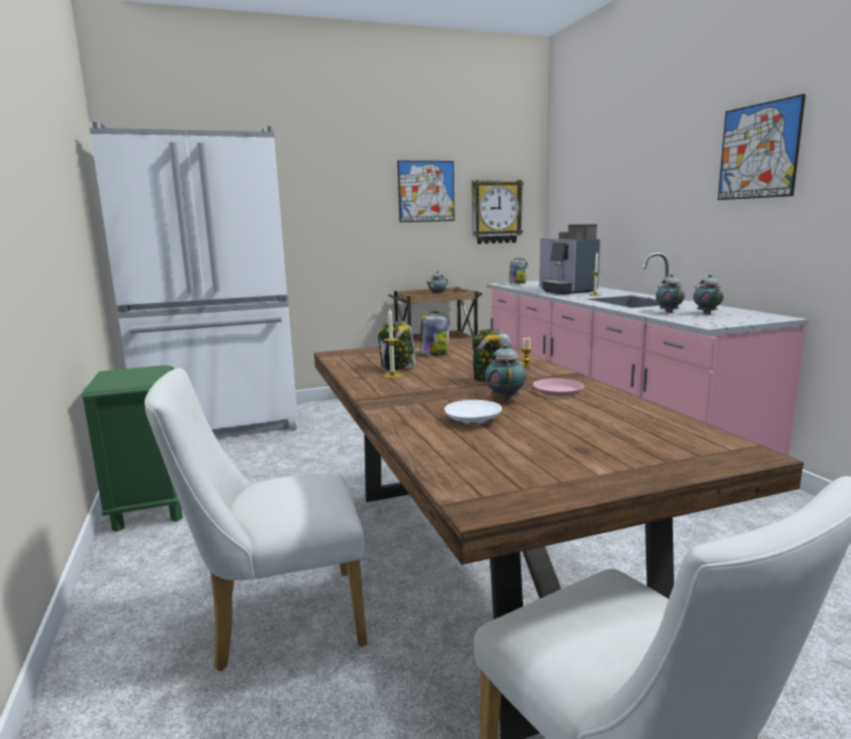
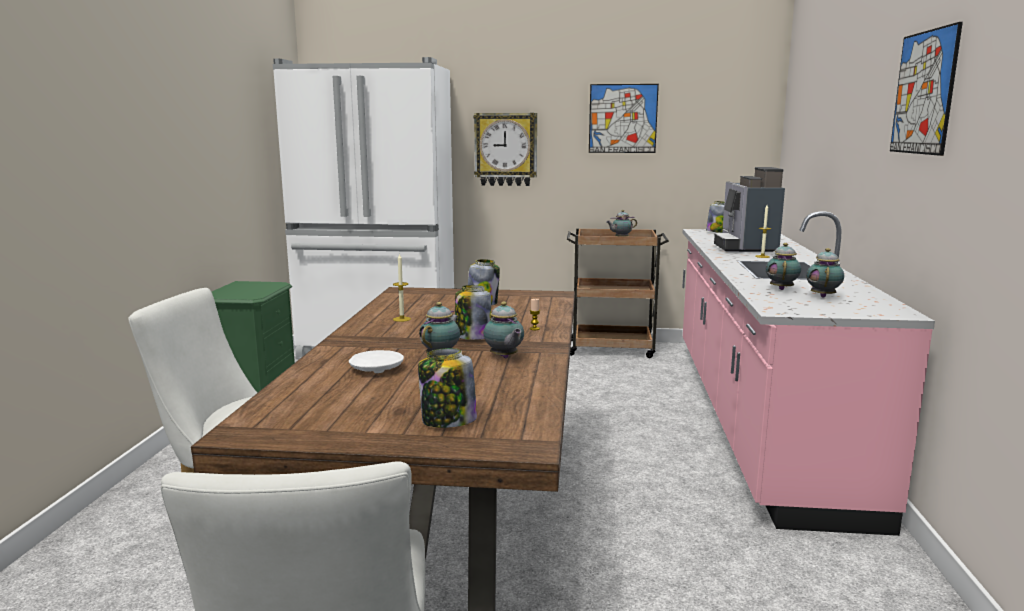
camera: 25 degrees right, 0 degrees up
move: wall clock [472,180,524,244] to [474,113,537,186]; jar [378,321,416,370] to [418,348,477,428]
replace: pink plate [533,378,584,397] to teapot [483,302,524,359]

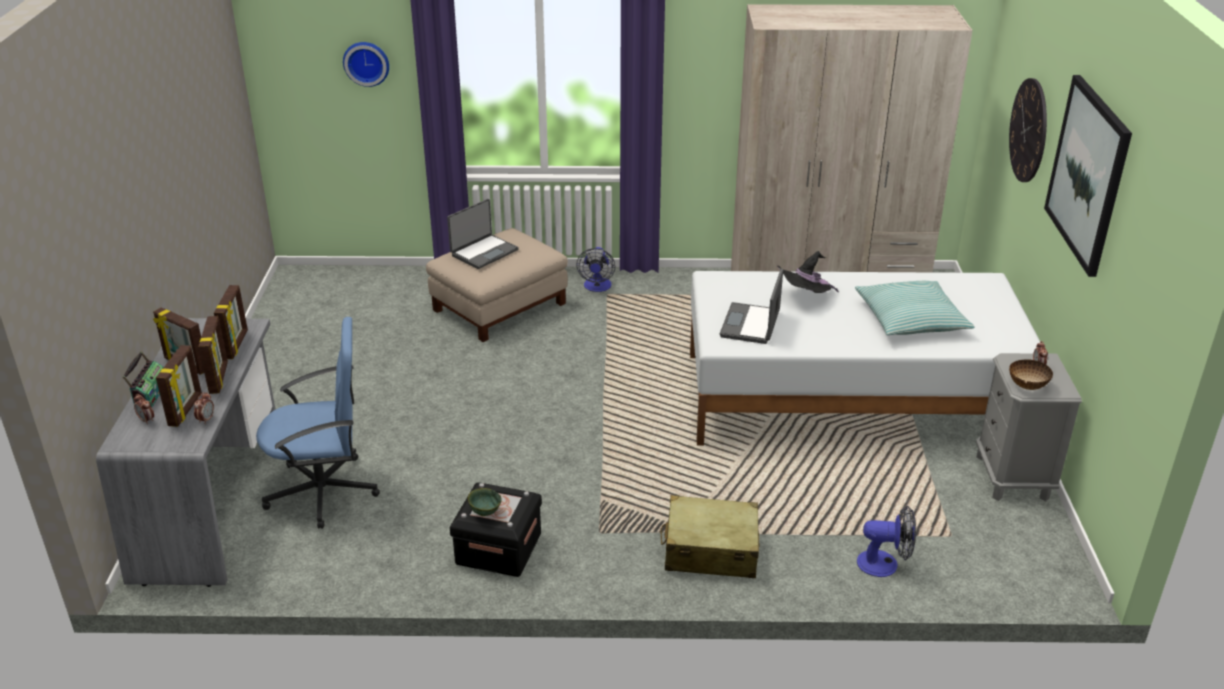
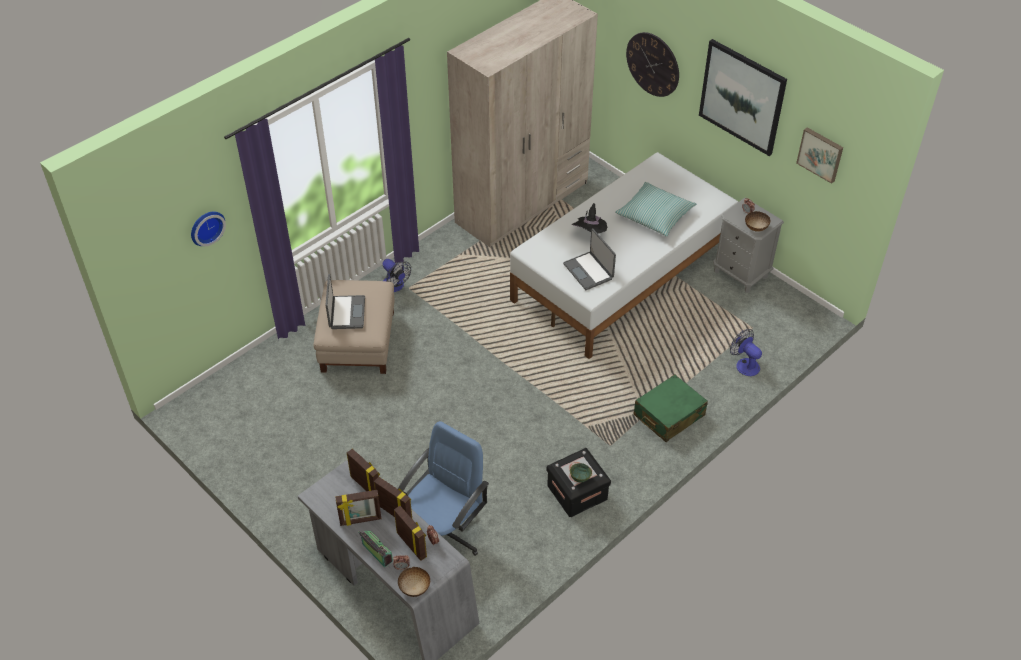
camera: 45 degrees left, 15 degrees up
insert: picture [796,127,843,184]; bowl [398,567,431,597]
recolor: beige suitcase [660,495,760,578] to green suitcase [633,374,708,442]
rotate: fan [857,506,916,577] = [730,329,762,376] 90 degrees counterclockwise

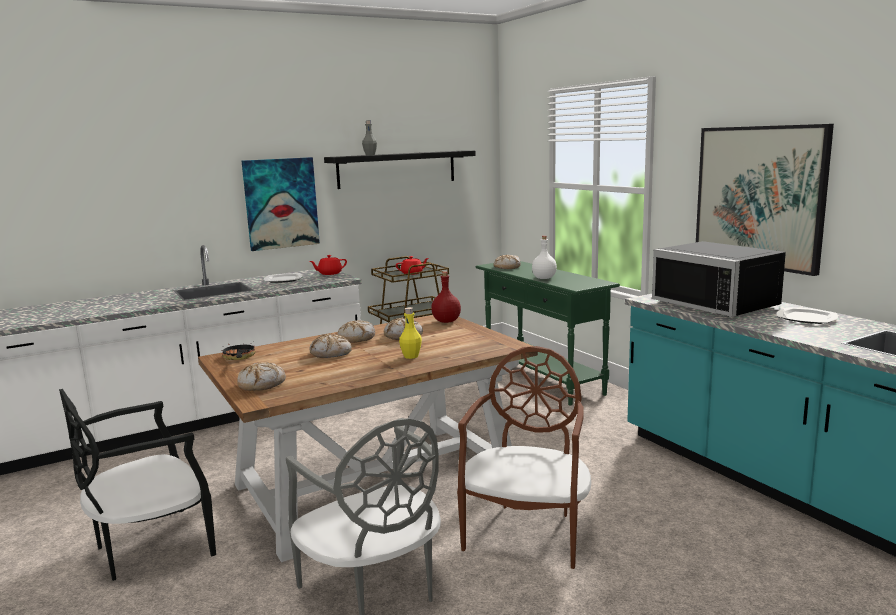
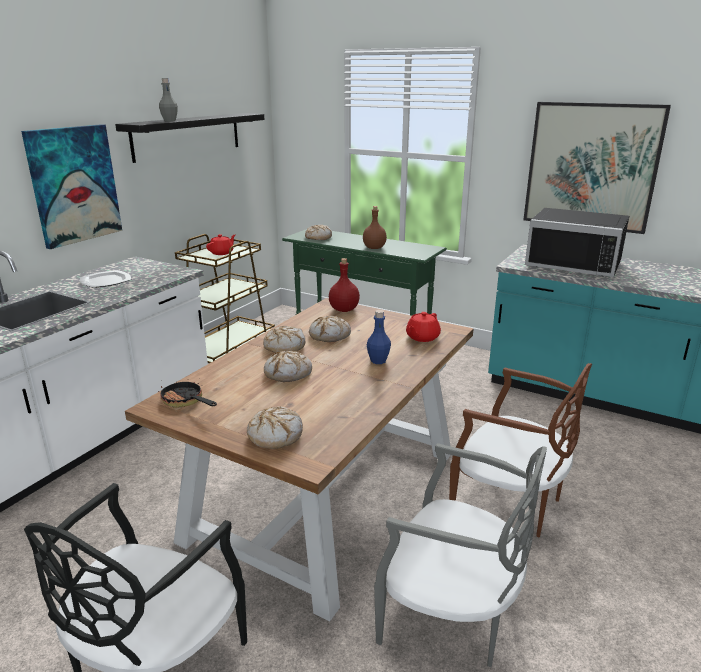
camera: 30 degrees left, 10 degrees up
delete: plate [777,307,838,324]
move: red teapot [309,255,347,275] to [406,312,441,342]
recolor: white bottle [532,236,557,279] to brown bottle [363,206,387,249]; yellow bottle [399,307,422,359] to blue bottle [367,310,391,364]
rotate: brown chair [457,346,591,569] = [449,363,592,537] 135 degrees clockwise

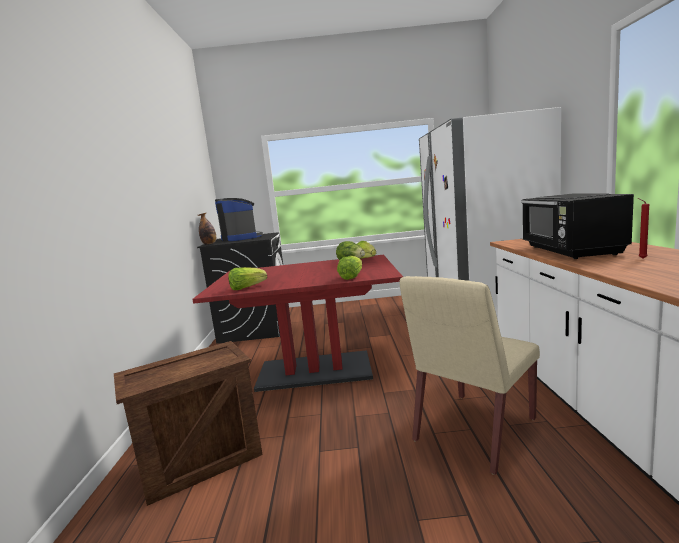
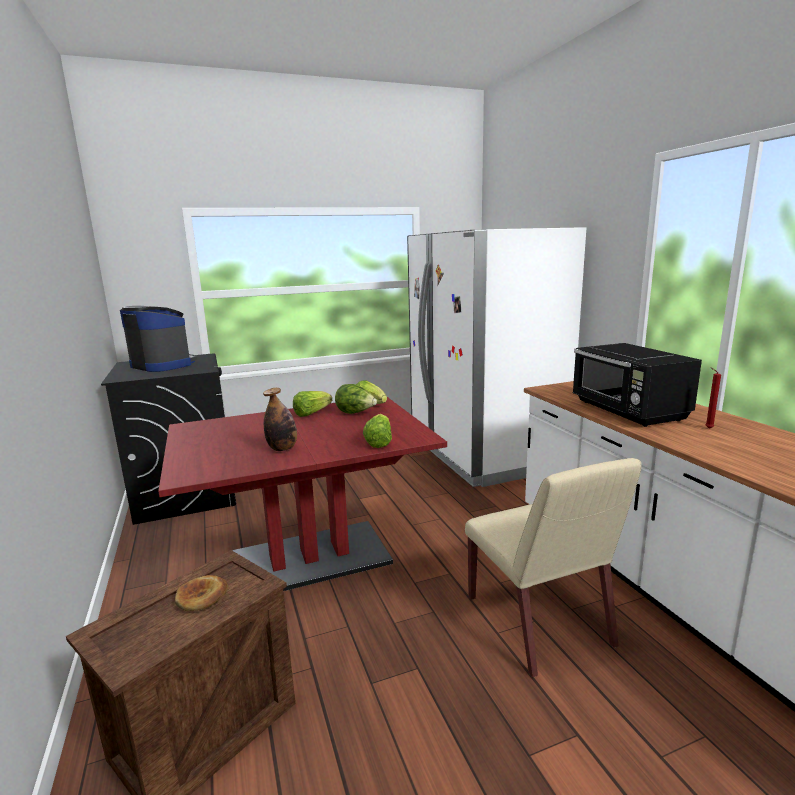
camera: 20 degrees left, 5 degrees up
insert: bread [175,575,228,611]
move: bottle [198,213,216,245] to [263,388,297,451]; lettuce [228,267,267,290] to [293,391,332,417]
rotate: beige chair [399,276,540,475] = [465,458,642,677] 45 degrees counterclockwise

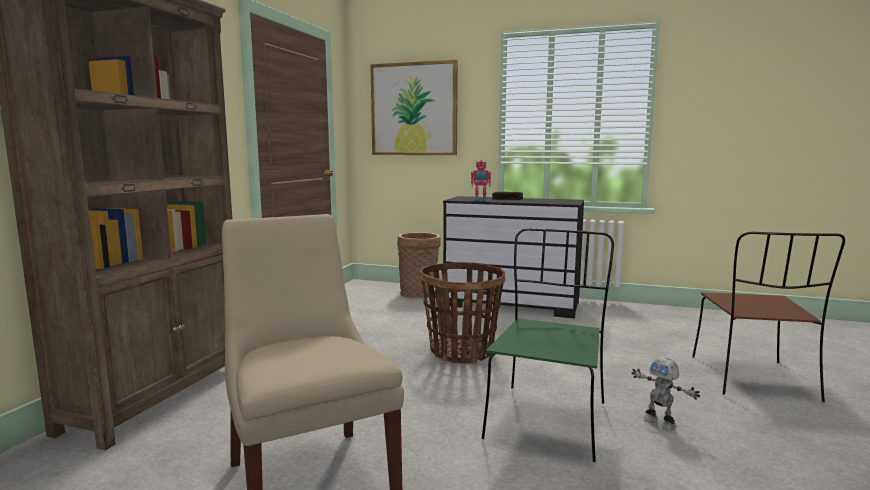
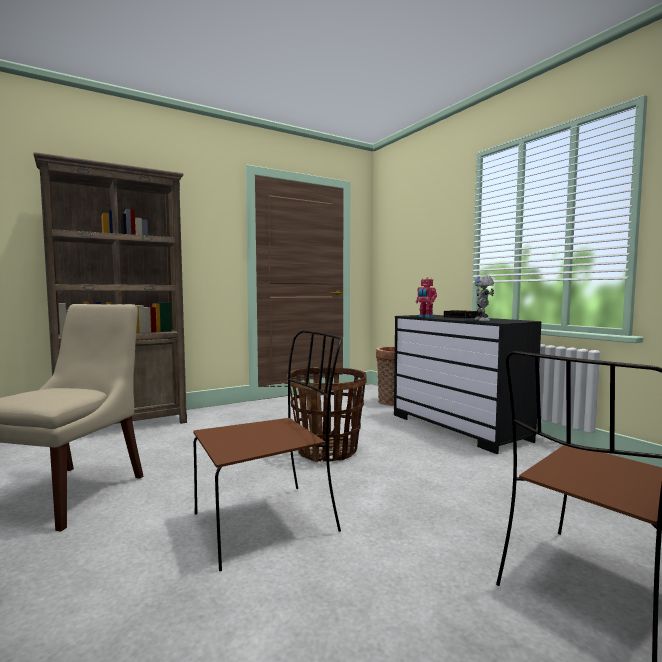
camera: 40 degrees right, 5 degrees down
delete: picture [370,60,458,155]
move: toy robot [632,357,700,430] to [474,275,494,321]
recolor: green chair [482,228,614,462] to brown chair [194,330,341,571]

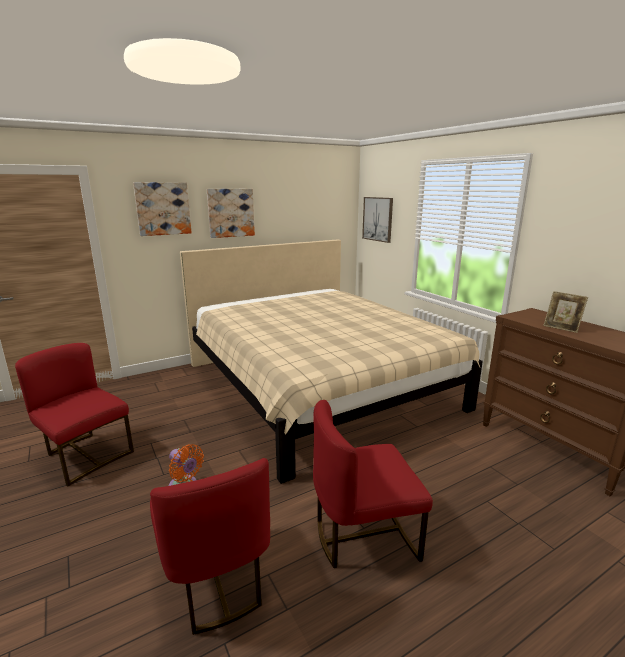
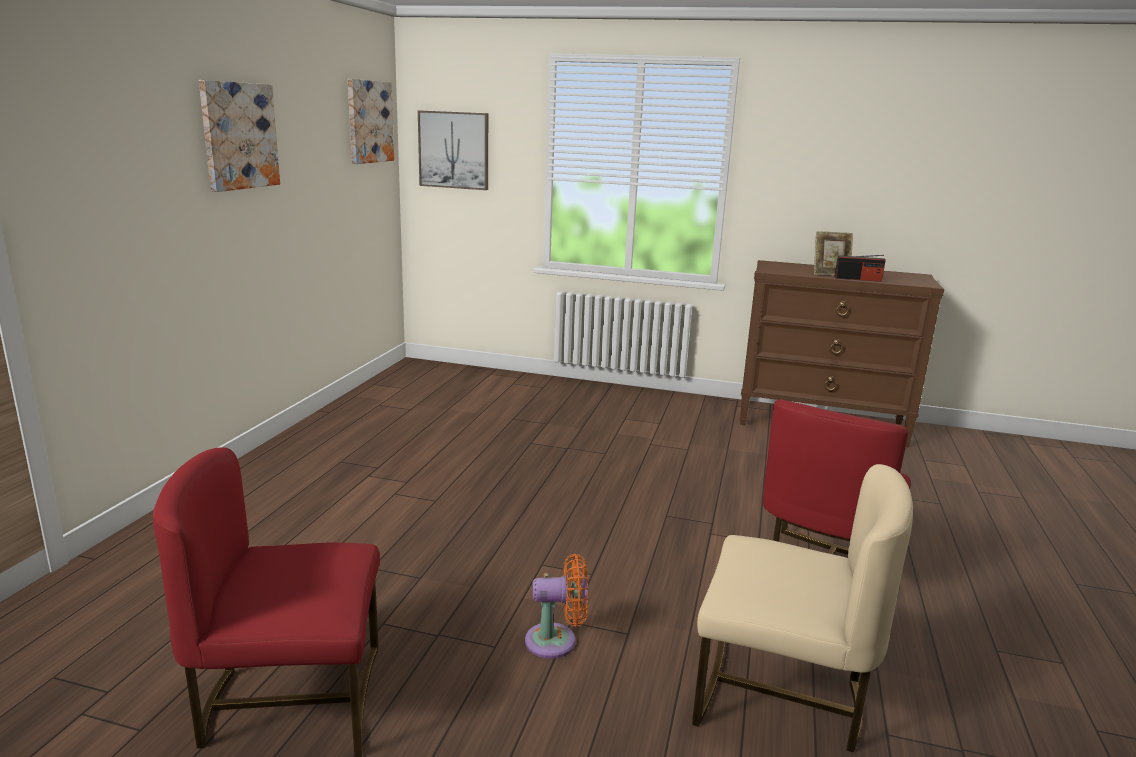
camera: 45 degrees left, 0 degrees up
delete: beige bed [180,240,483,484]
insert: radio [835,255,886,282]
move: picture [133,182,192,236] to [348,79,394,164]
recolor: red chair [150,458,270,635] to beige chair [692,464,913,752]

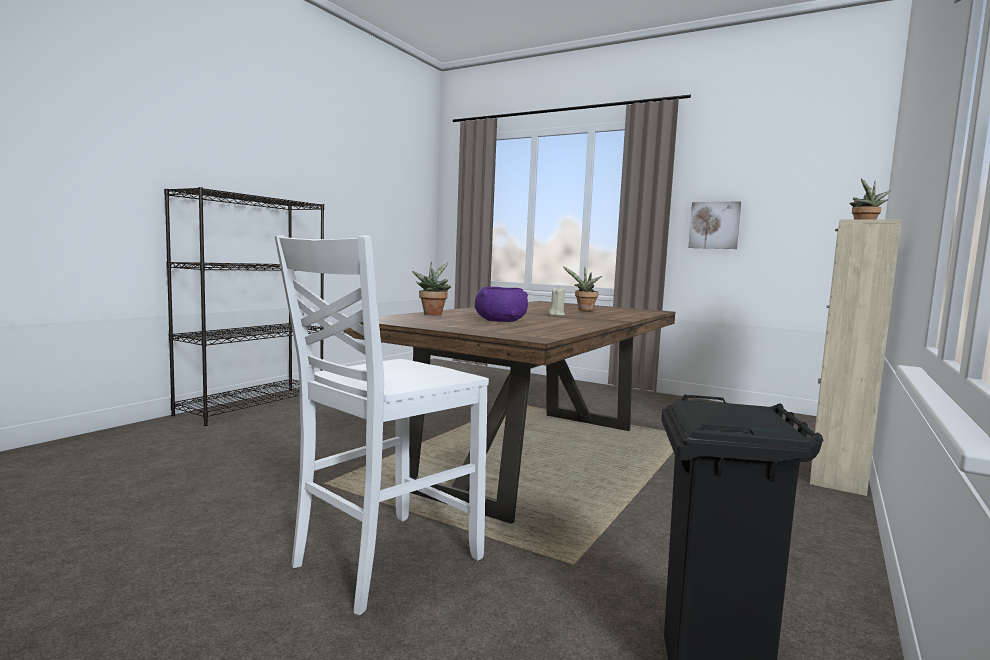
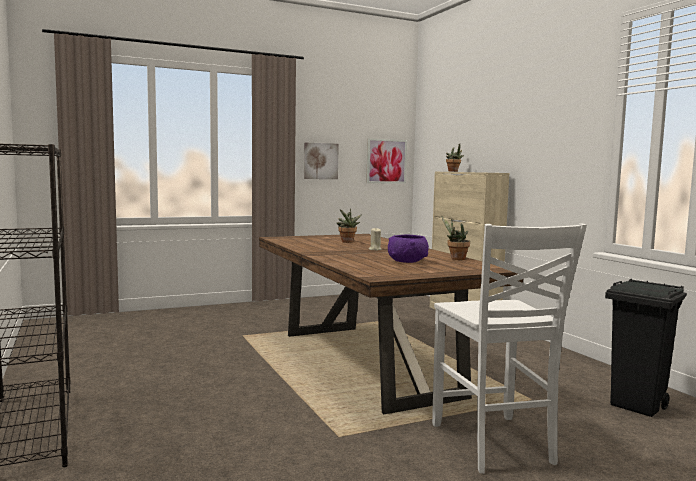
camera: 55 degrees left, 0 degrees up
insert: picture [366,138,407,184]
move: potted plant [412,262,451,315] to [442,217,470,260]

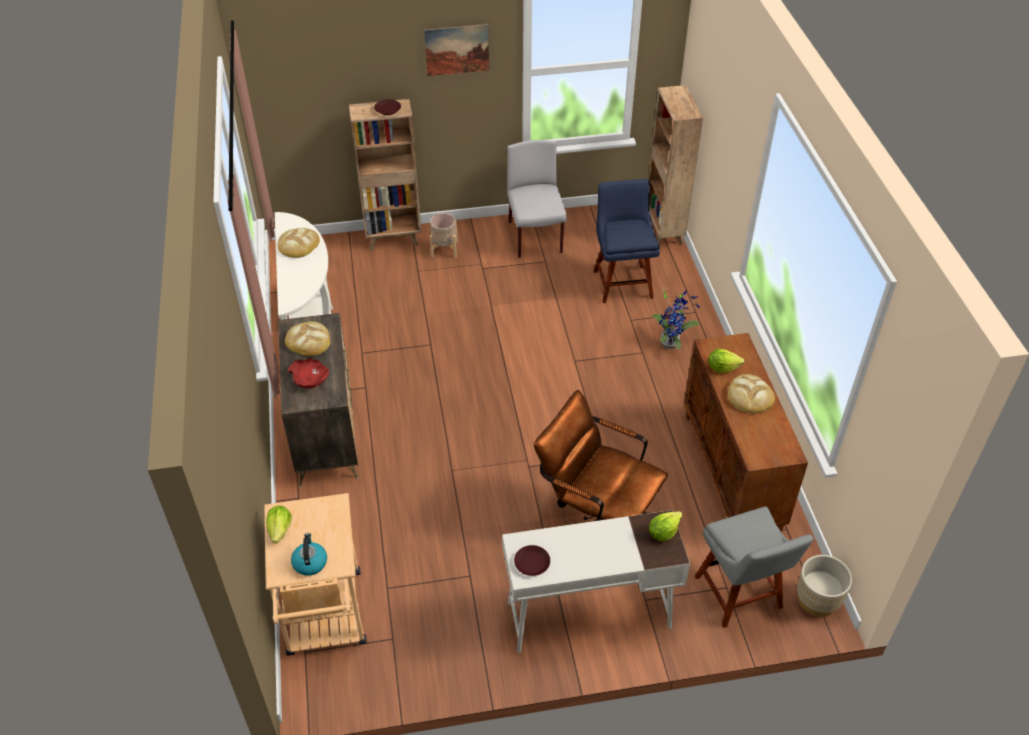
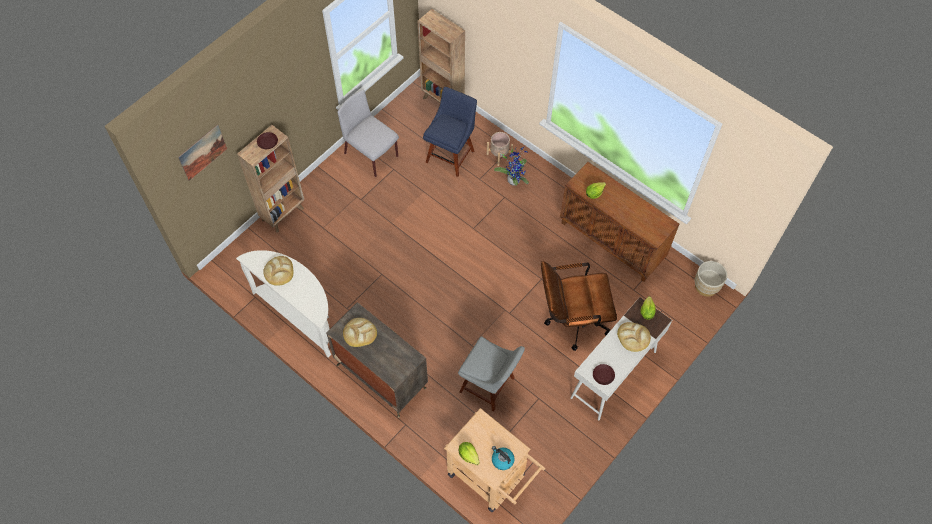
camera: 40 degrees left, 15 degrees up
delete: red bowl [288,358,329,389]
move: picture [424,24,489,76] to [178,124,227,181]; beige planter [430,213,458,258] to [487,132,513,166]; bread [728,374,775,413] to [617,322,651,352]; grey chair [695,507,814,628] to [458,336,525,412]
rotate: blue chair [594,179,660,303] = [423,87,477,177] 75 degrees clockwise

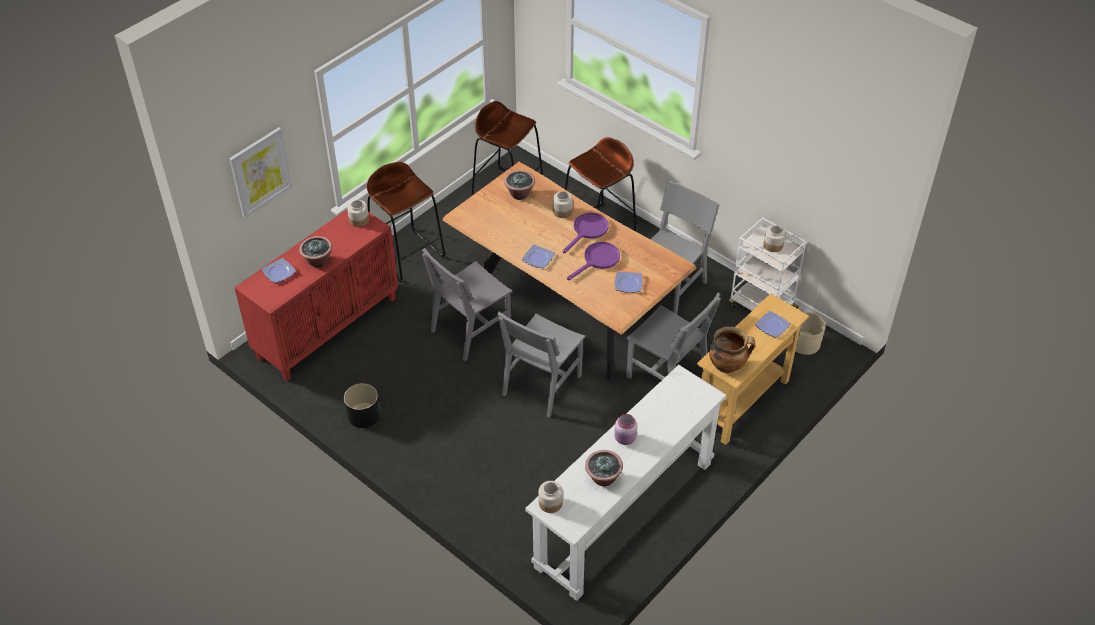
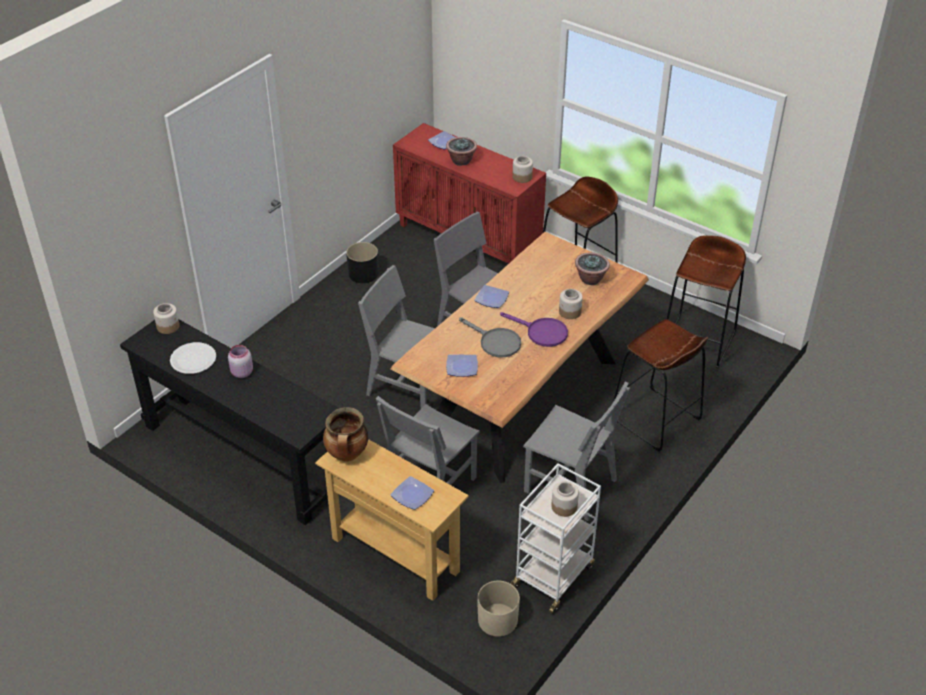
camera: 85 degrees right, 5 degrees down
delete: picture [229,127,292,218]
replace: potted plant [585,450,623,487] to white plate [170,342,216,374]
recolor: purple frying pan [567,242,620,280] to grey frying pan [459,317,521,358]; white console table [525,365,726,601] to black console table [120,320,339,525]

